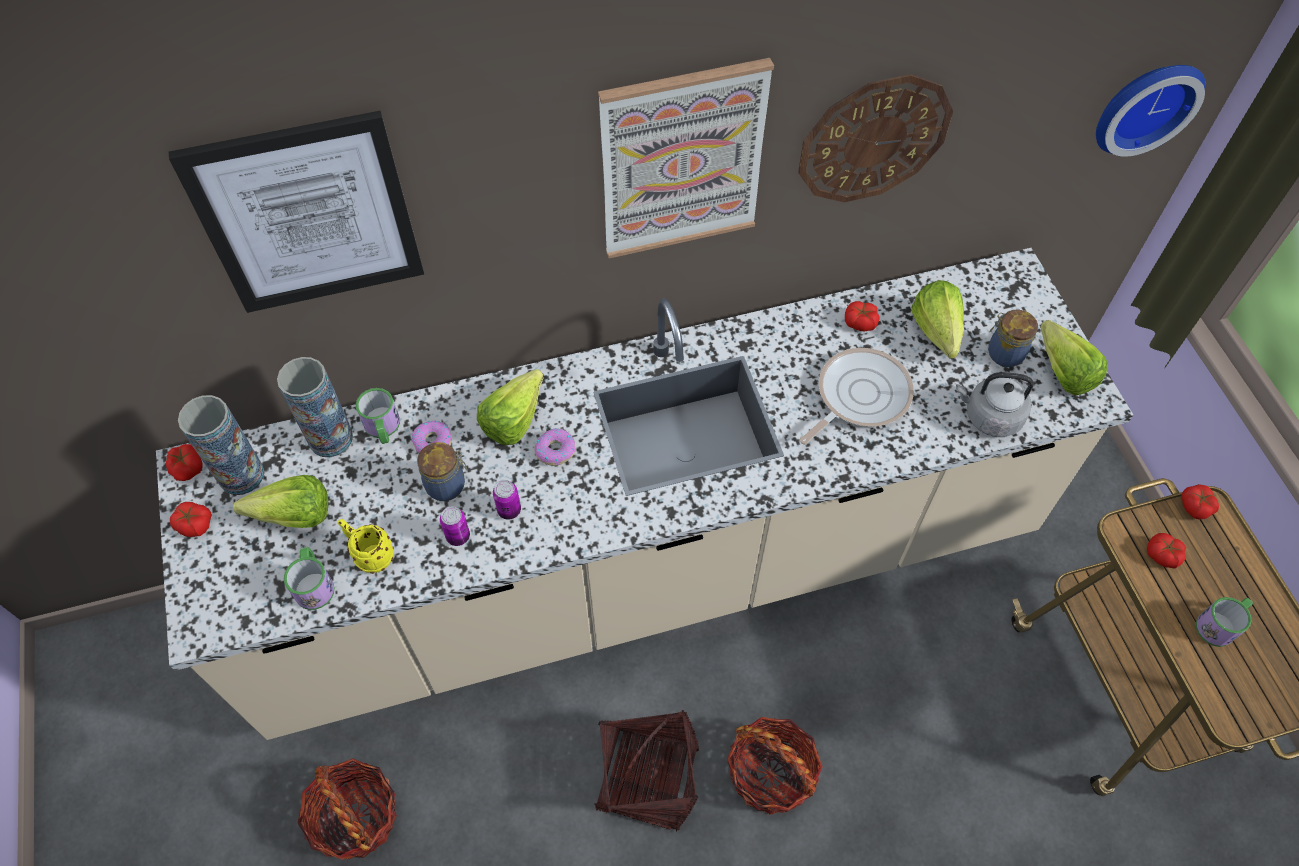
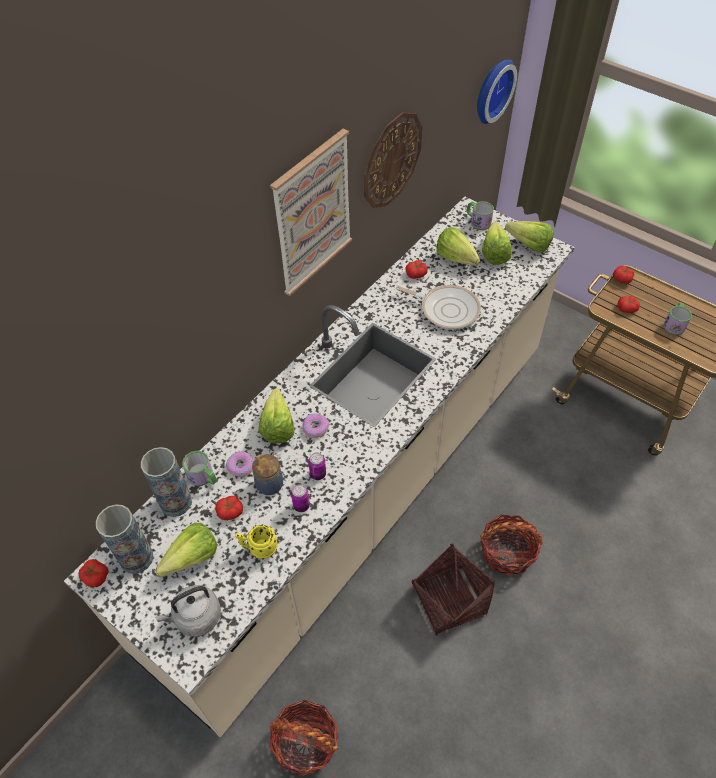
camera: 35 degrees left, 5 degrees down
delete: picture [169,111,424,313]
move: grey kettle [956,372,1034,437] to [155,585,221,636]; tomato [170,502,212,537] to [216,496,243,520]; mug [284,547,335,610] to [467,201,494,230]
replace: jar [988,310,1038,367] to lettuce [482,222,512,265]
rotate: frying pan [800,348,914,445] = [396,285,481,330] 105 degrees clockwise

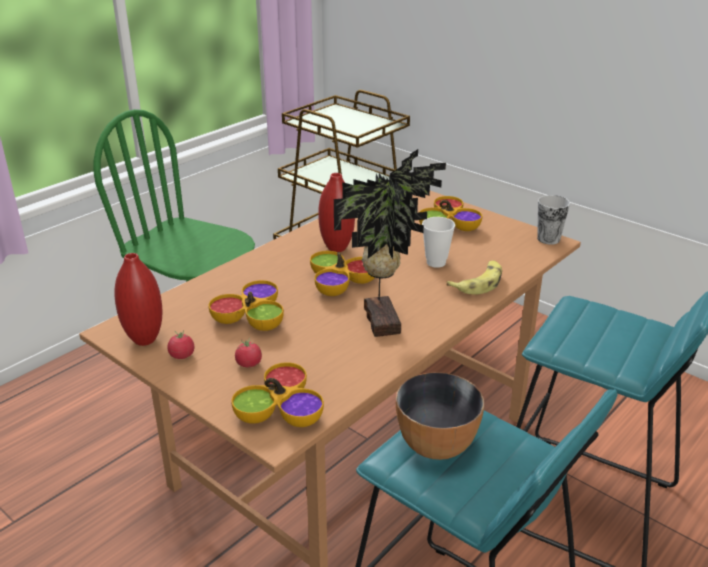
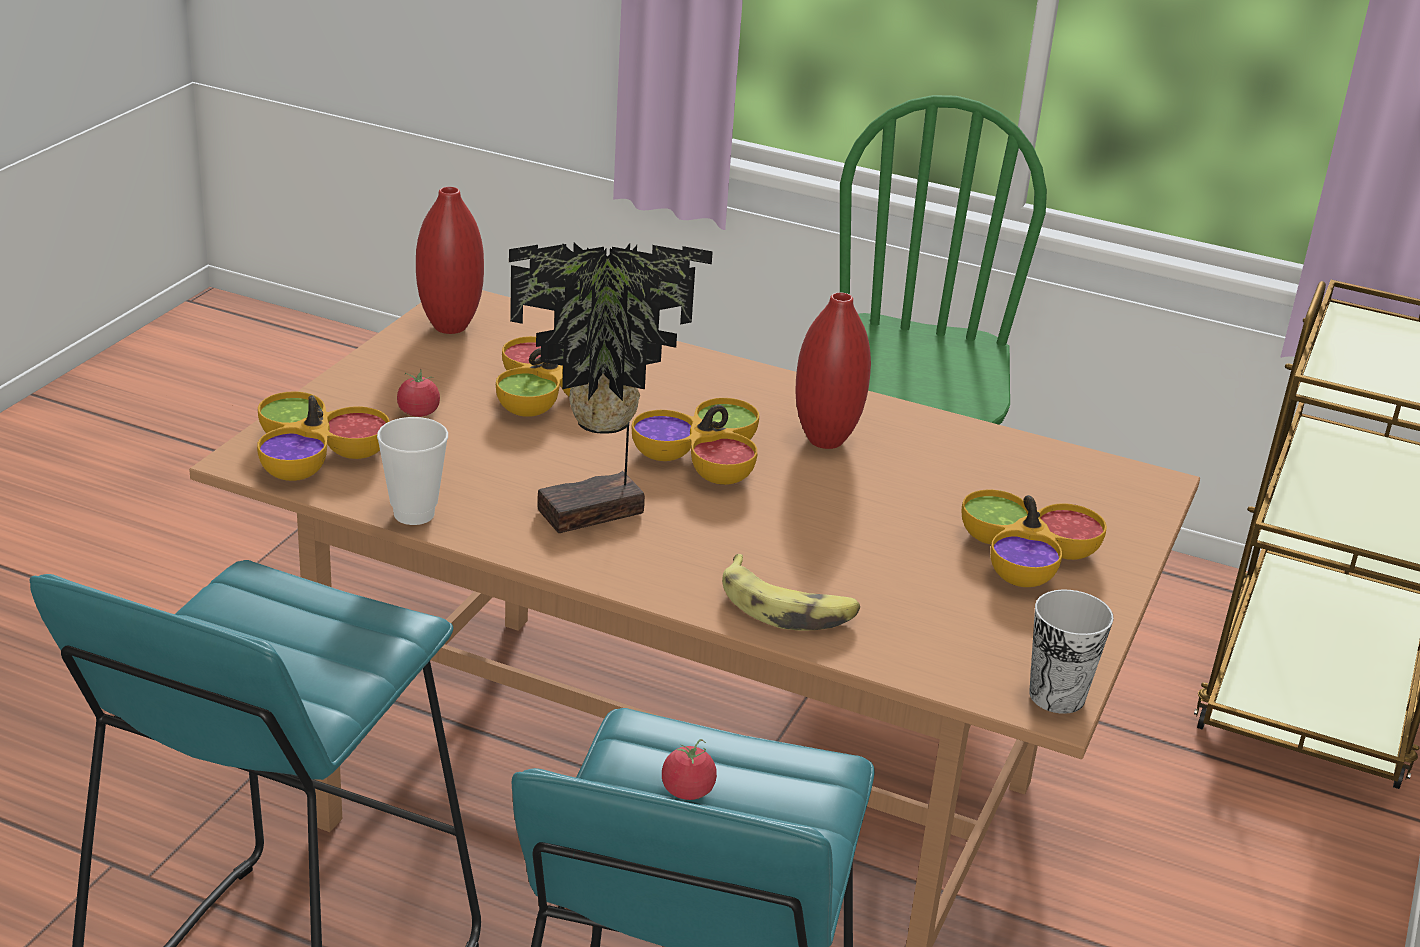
camera: 70 degrees right, 0 degrees up
delete: bowl [396,372,484,460]
move: cup [422,217,455,268] to [377,417,448,525]; tomato [167,330,194,359] to [662,739,717,800]

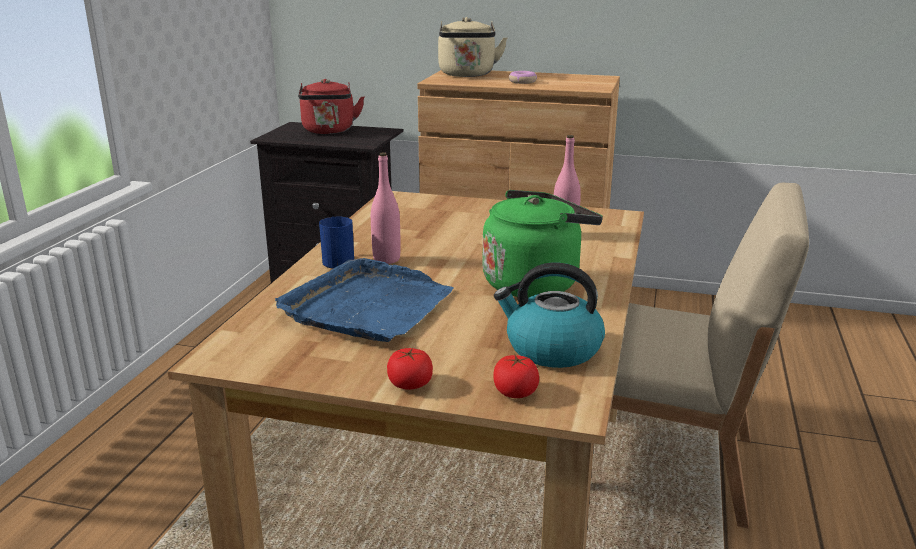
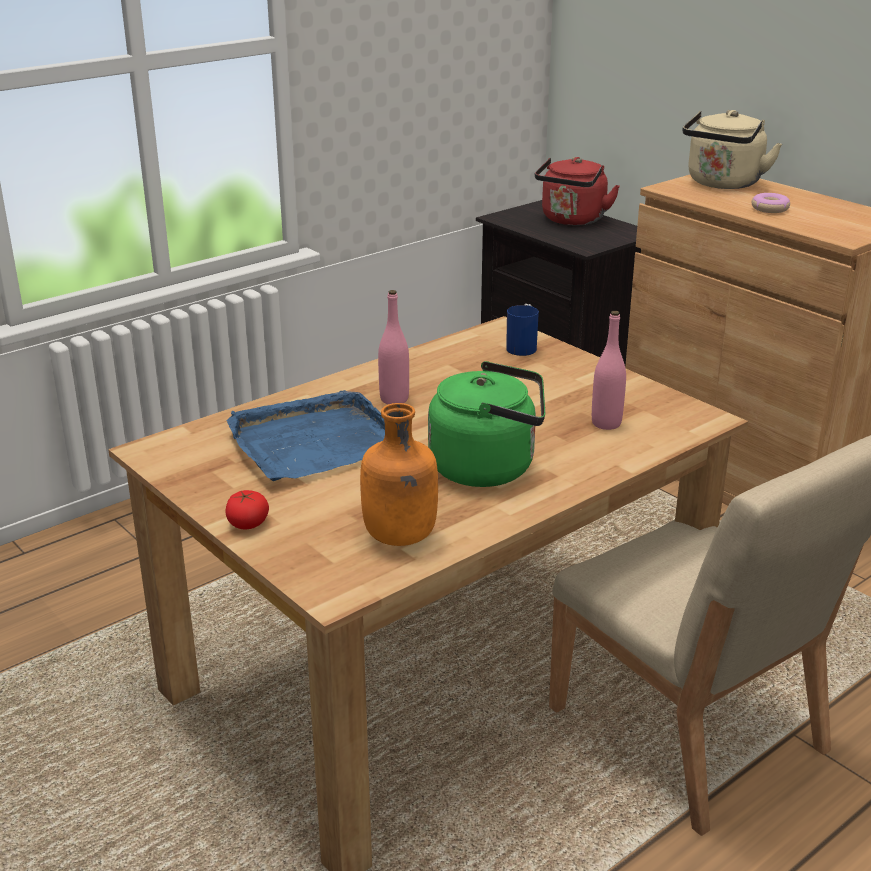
camera: 35 degrees right, 5 degrees up
delete: tomato [493,354,539,398]
move: blue mug [319,217,354,268] to [506,305,539,356]
replace: kettle [494,262,605,368] to orange bottle [360,403,438,546]

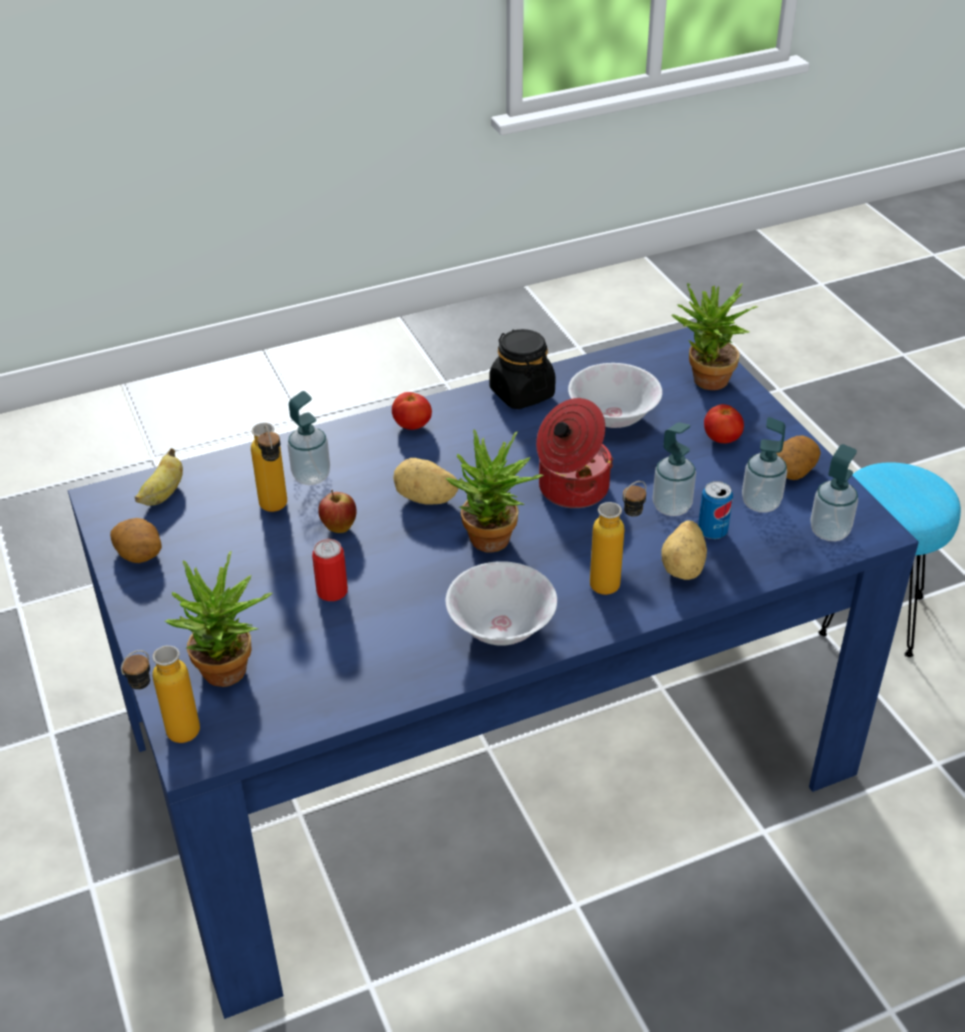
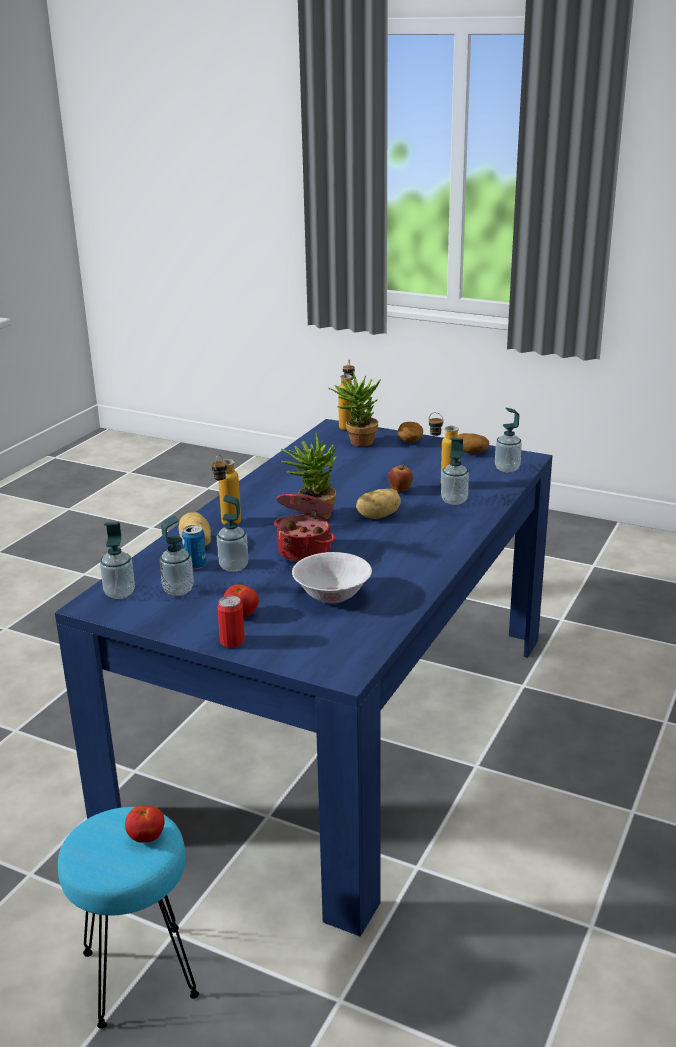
camera: 140 degrees right, 15 degrees down
delete: potted plant [671,283,758,390]; black jar [490,329,556,409]; white bowl [446,561,557,646]
move: tomato [392,392,432,430] to [125,806,165,843]; potato [777,435,821,480] to [398,422,423,442]; can [312,539,348,601] to [217,595,245,648]
replace: banana [135,448,183,506] to soap dispenser [495,408,522,473]

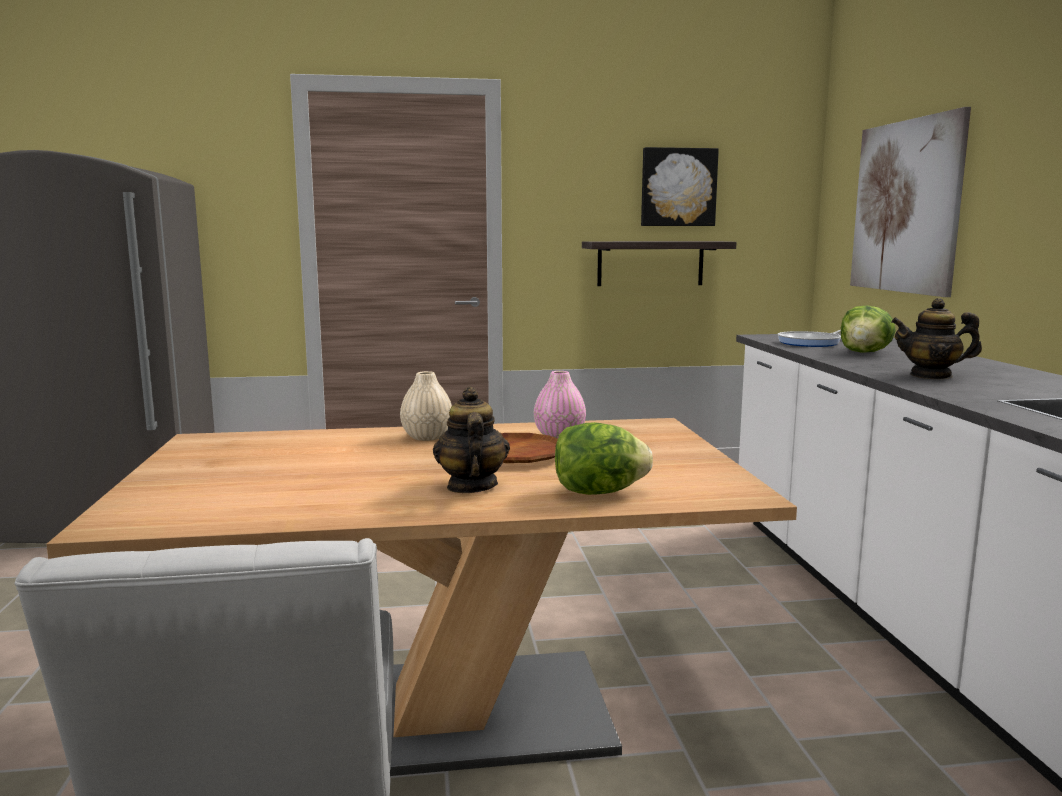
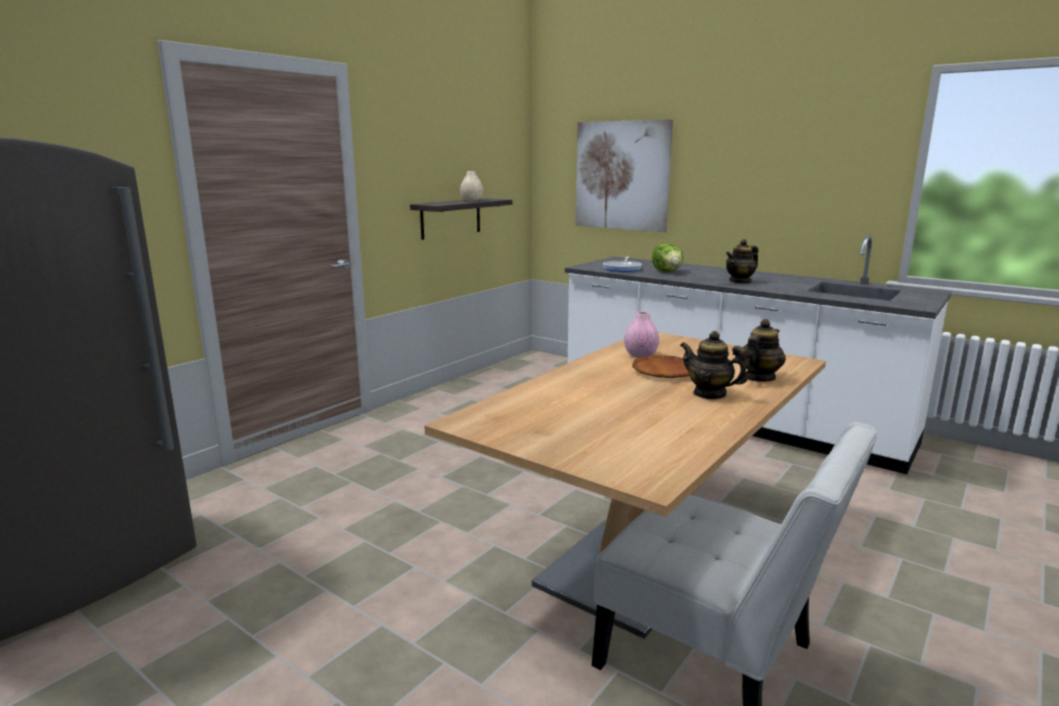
camera: 45 degrees left, 5 degrees up
delete: picture [641,147,719,226]
move: beige vase [400,371,452,441] to [460,171,483,201]
replace: lettuce [555,422,653,495] to teapot [743,319,786,382]

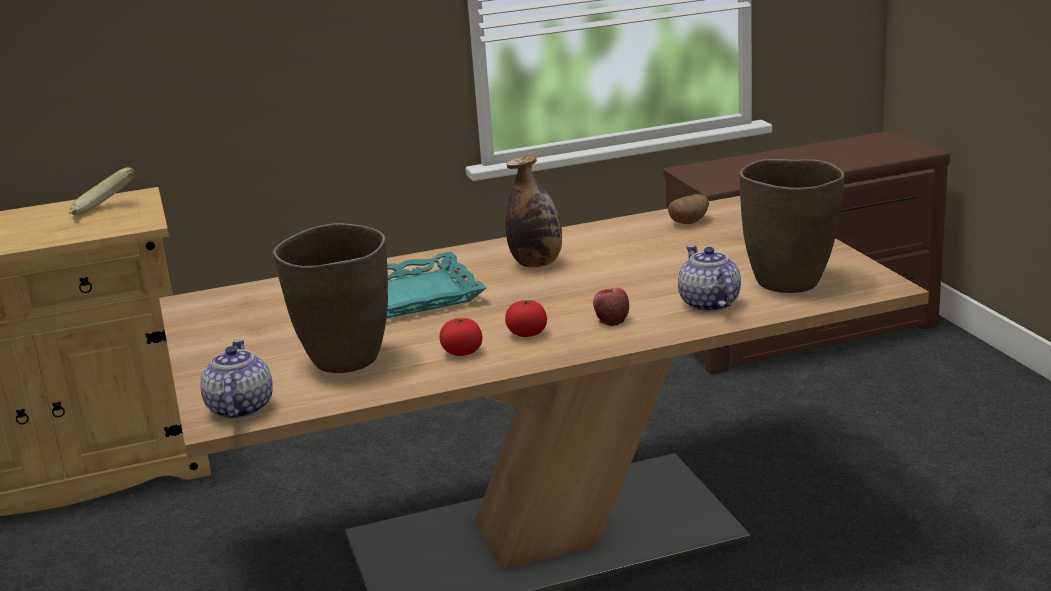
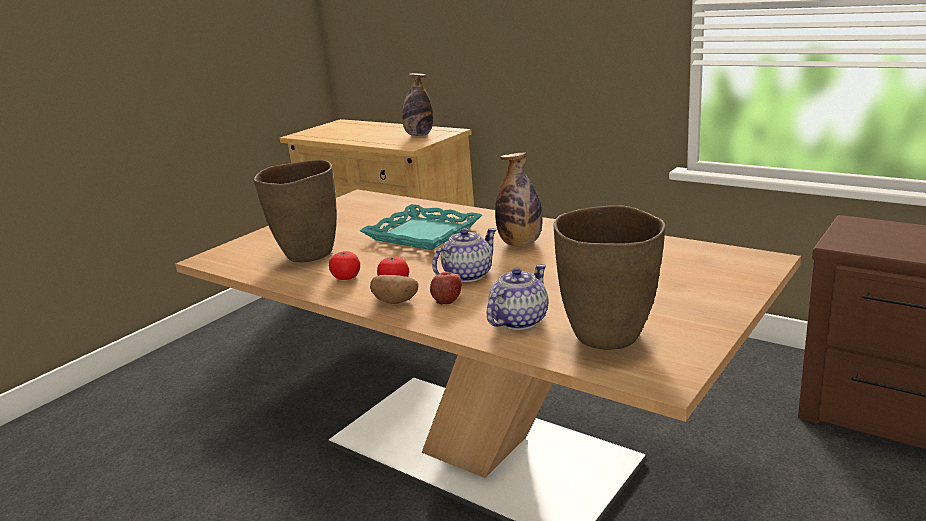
camera: 55 degrees right, 0 degrees up
move: potato [668,194,709,224] to [370,275,419,304]; teapot [200,339,273,420] to [432,228,497,282]
replace: banana [68,167,135,215] to bottle [402,73,433,136]

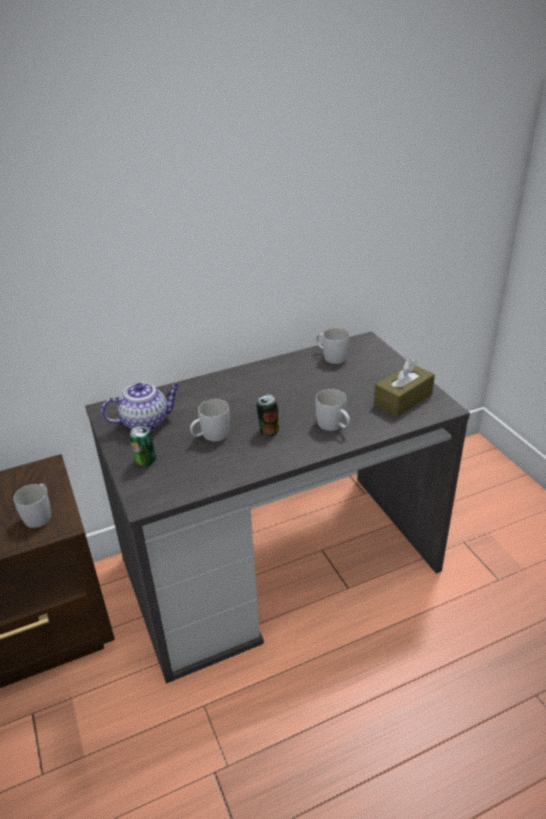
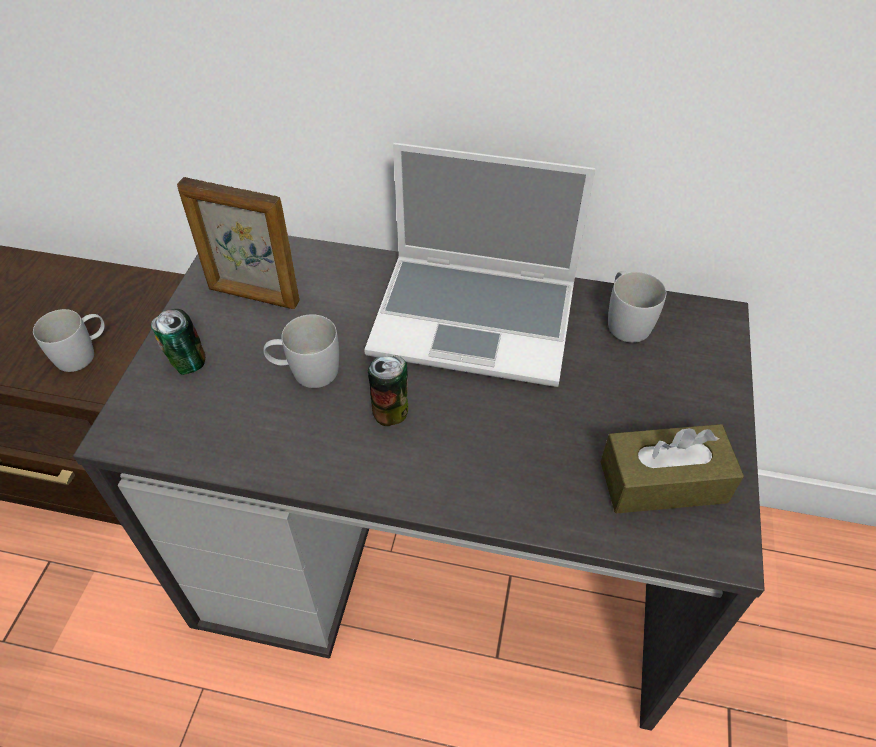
camera: 35 degrees right, 15 degrees up
delete: white mug [315,389,350,431]
insert: laptop [364,143,595,387]
replace: teapot [101,382,180,431] to picture frame [177,177,300,309]

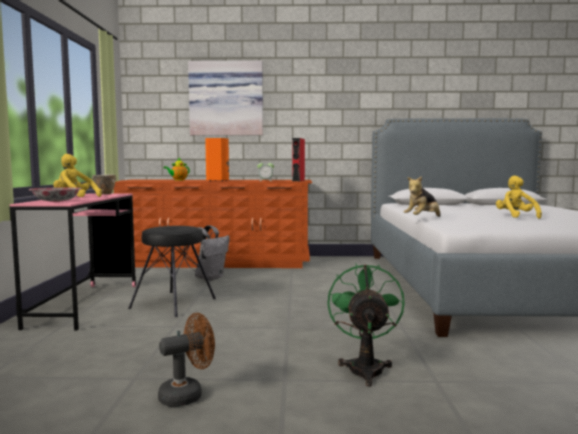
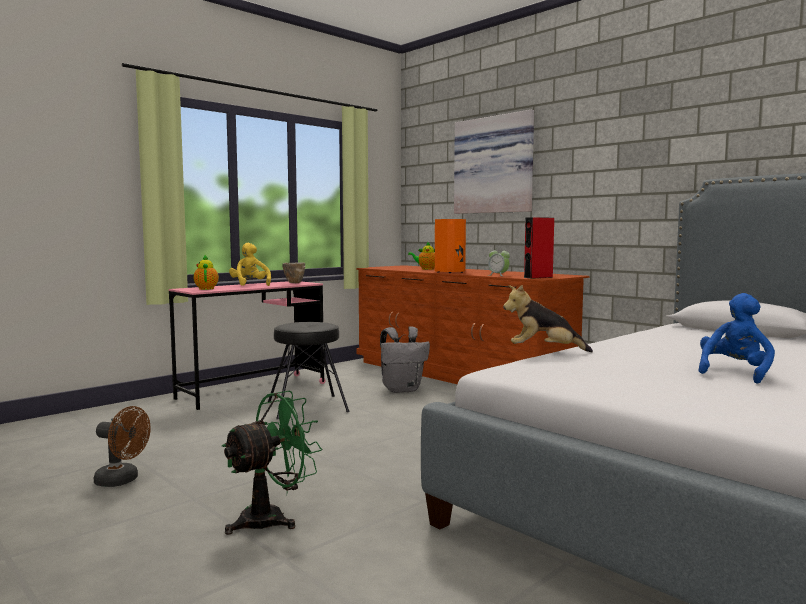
camera: 45 degrees right, 0 degrees up
replace: bowl [29,187,82,202] to teapot [193,254,219,290]
recolor: yellow plush toy [496,176,542,219] to blue plush toy [698,293,775,384]

